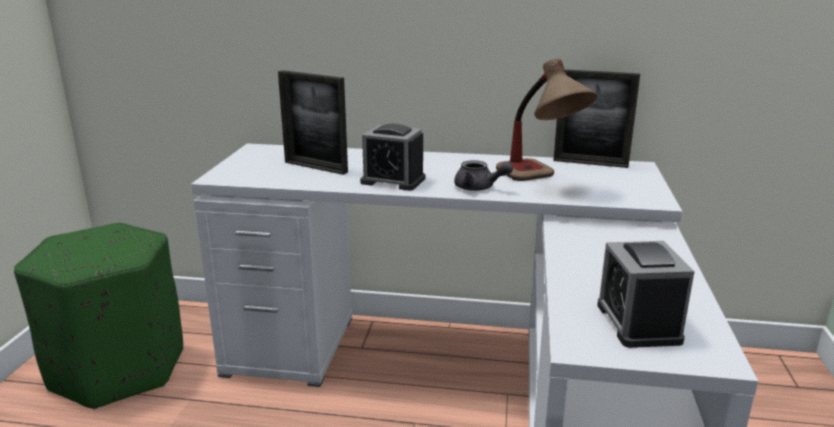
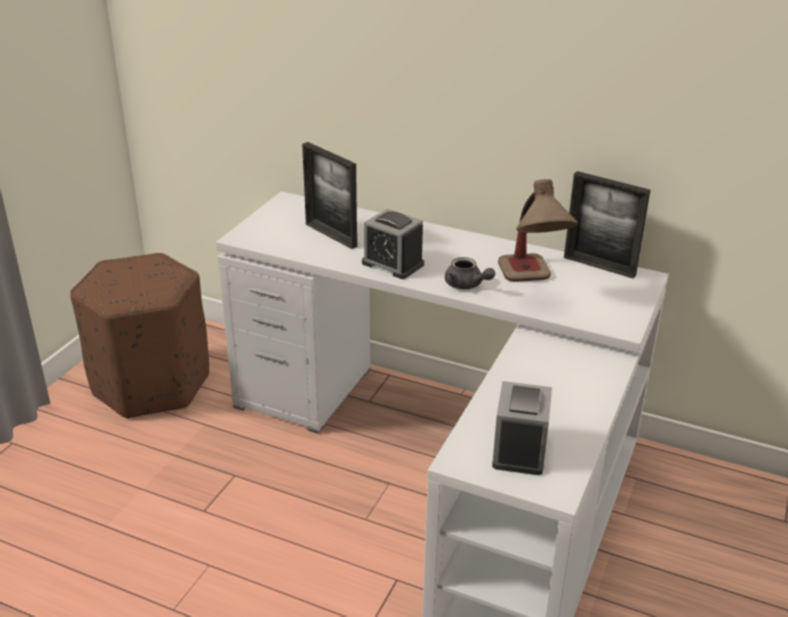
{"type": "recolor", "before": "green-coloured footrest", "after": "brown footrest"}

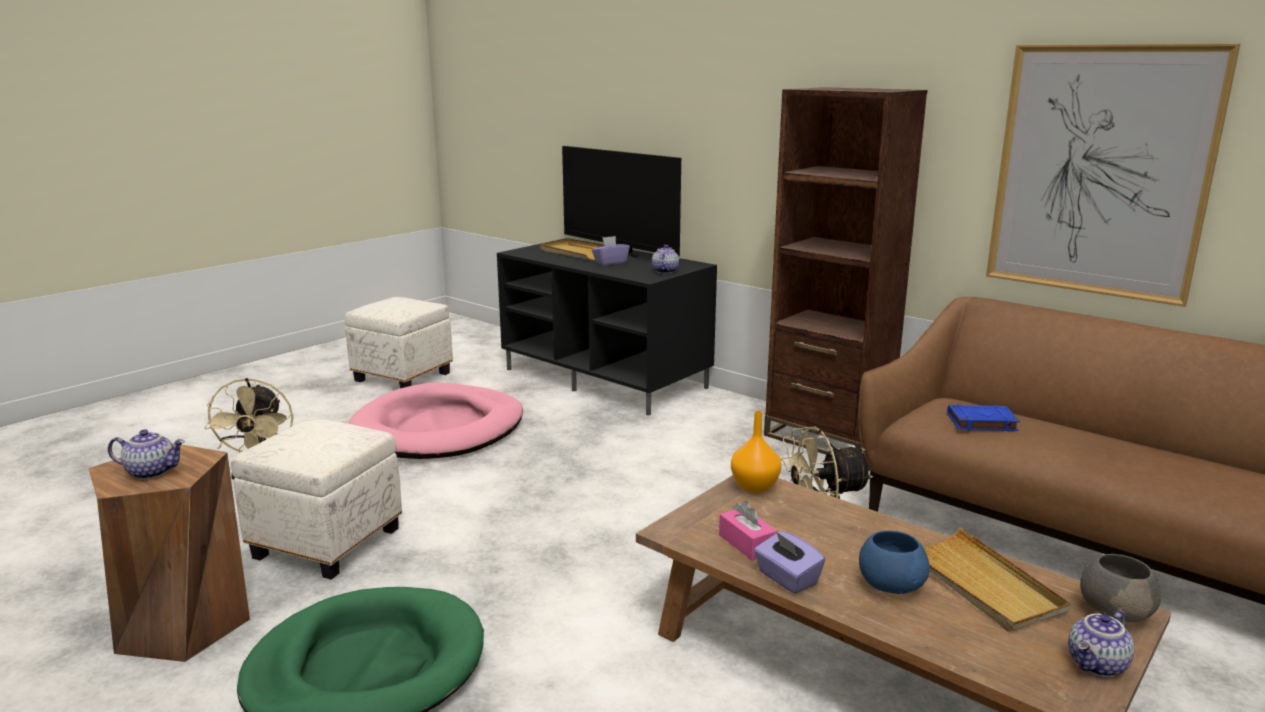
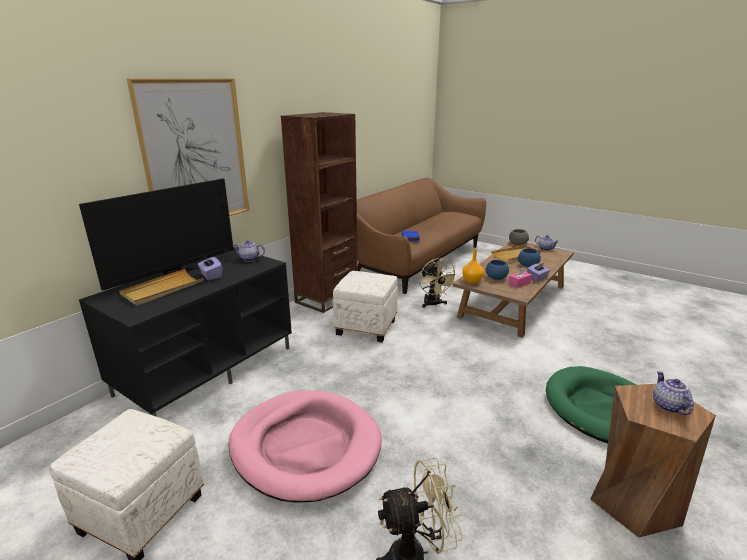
{"type": "insert", "after": "blue deep dish (1st from left)"}
{"type": "move", "before": "white-coloured footrest (1st from left in the first image)", "after": "white-coloured footrest (2nd from left)"}
{"type": "move", "before": "wall art"}

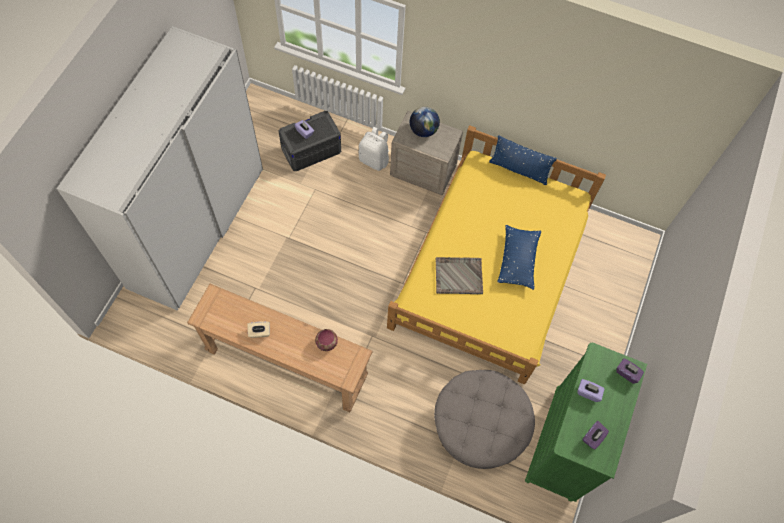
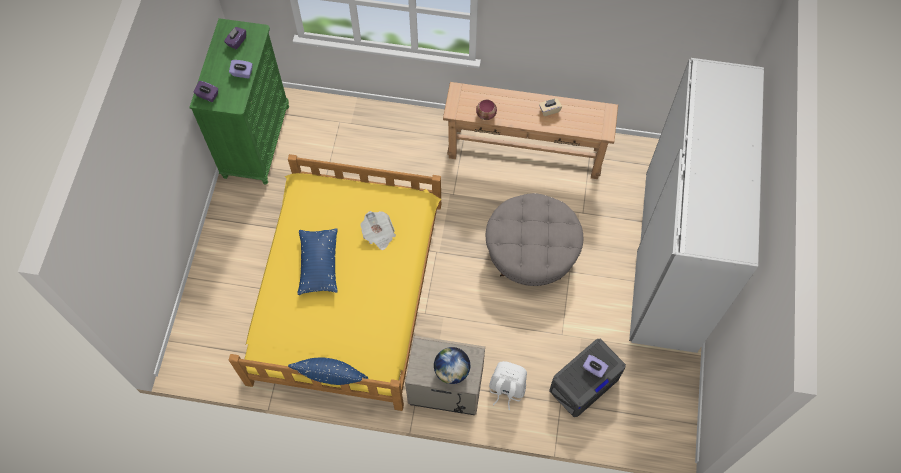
{"type": "move", "before": "grey footrest"}
{"type": "replace", "before": "grey carrying tray", "after": "daily paper"}

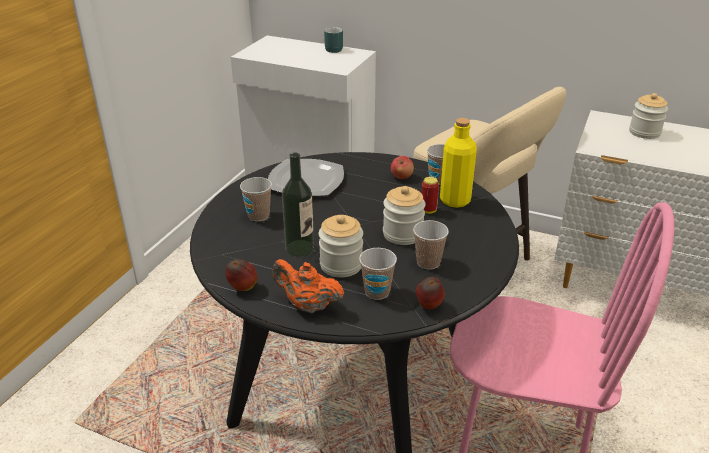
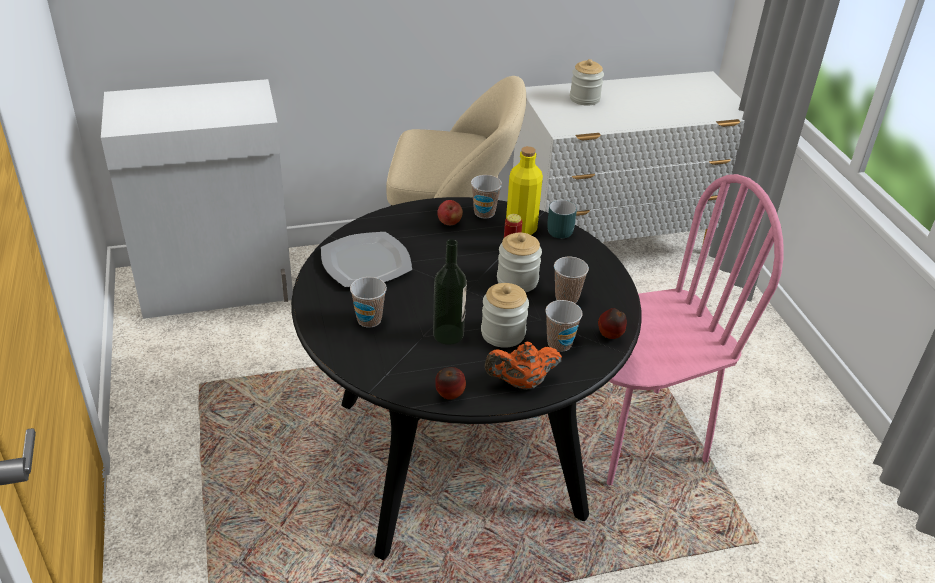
{"type": "move", "before": "turquoise coffee mug"}

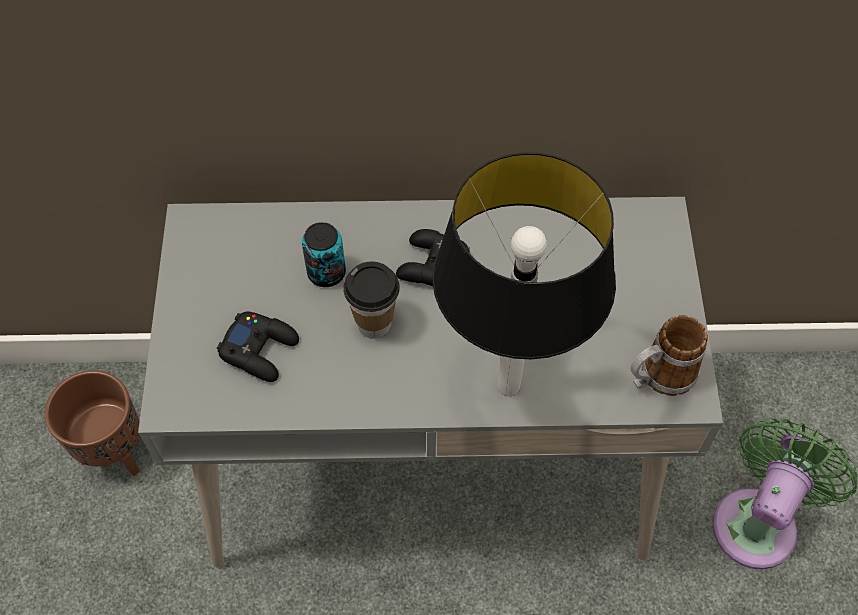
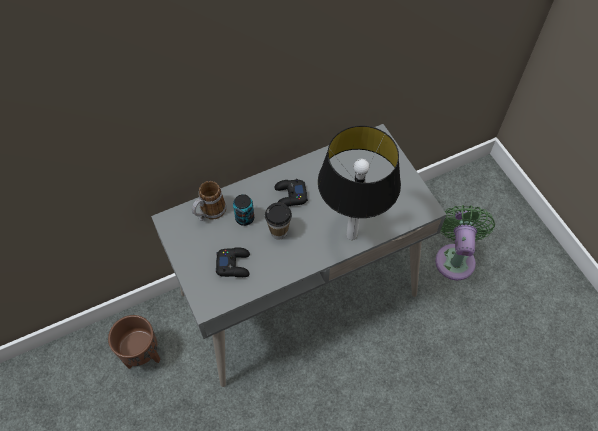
{"type": "move", "before": "coffee mug"}

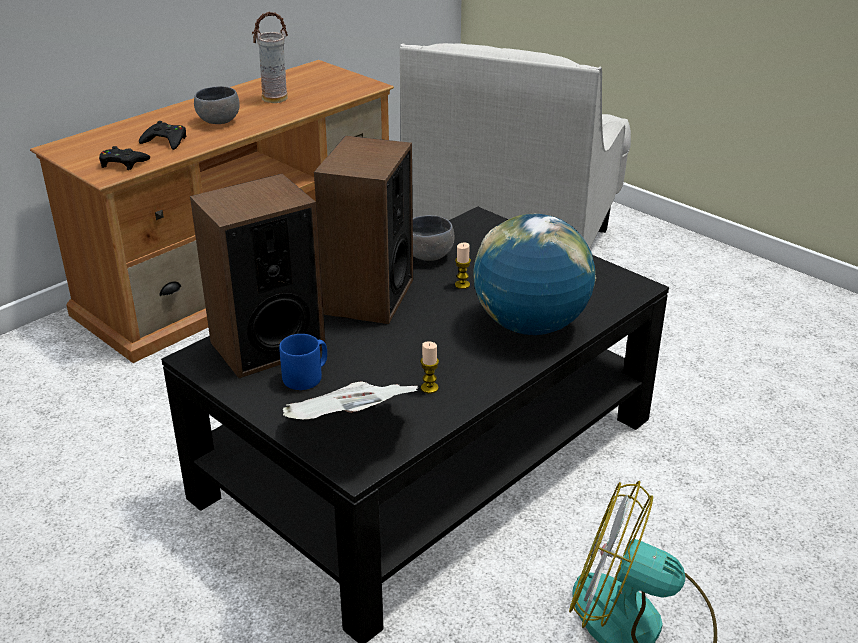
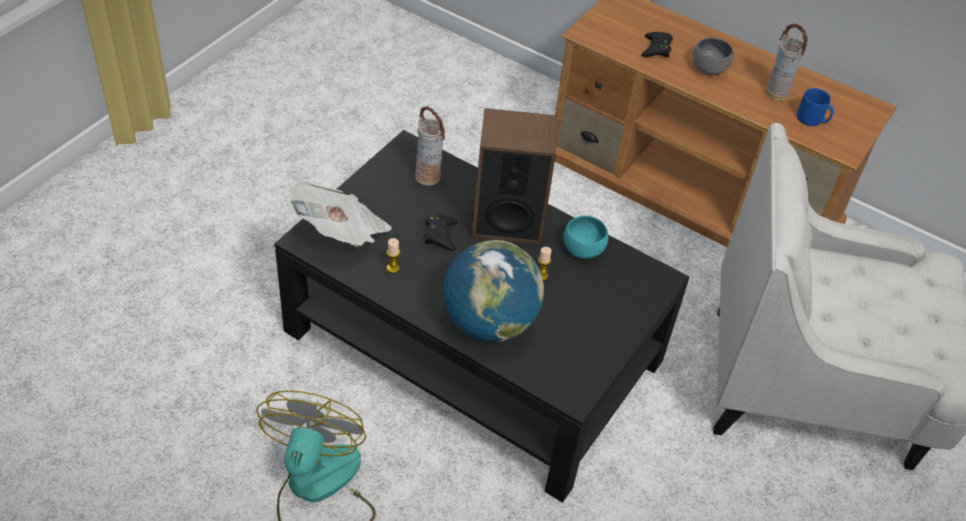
{"type": "move", "before": "black game controller (1st from left)"}
{"type": "move", "before": "blue coffee mug"}
{"type": "replace", "before": "audio speaker (1st from left)", "after": "flower vase (1st from left)"}
{"type": "recolor", "before": "grey deep dish (2nd from left)", "after": "turquoise deep dish"}

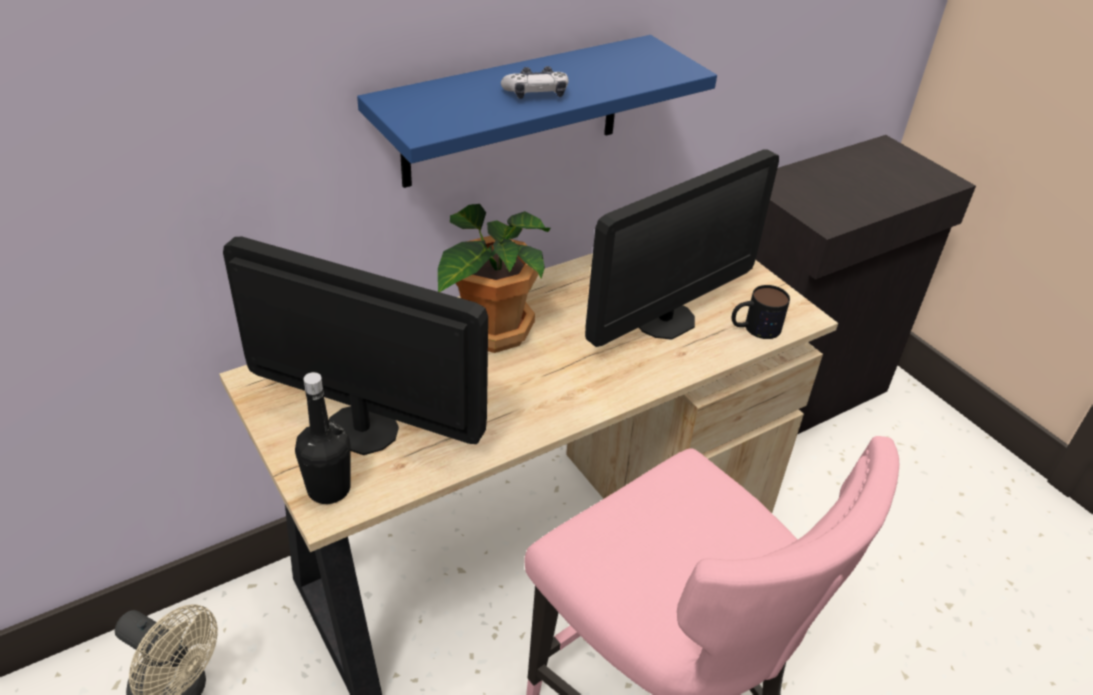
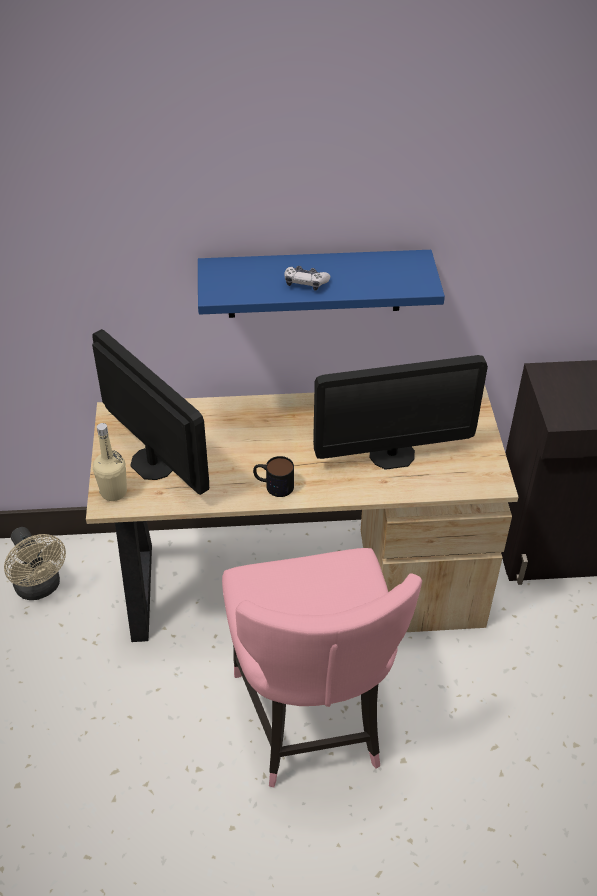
{"type": "delete", "before": "houseplant"}
{"type": "move", "before": "coffee mug"}
{"type": "recolor", "before": "black bottle", "after": "beige bottle"}

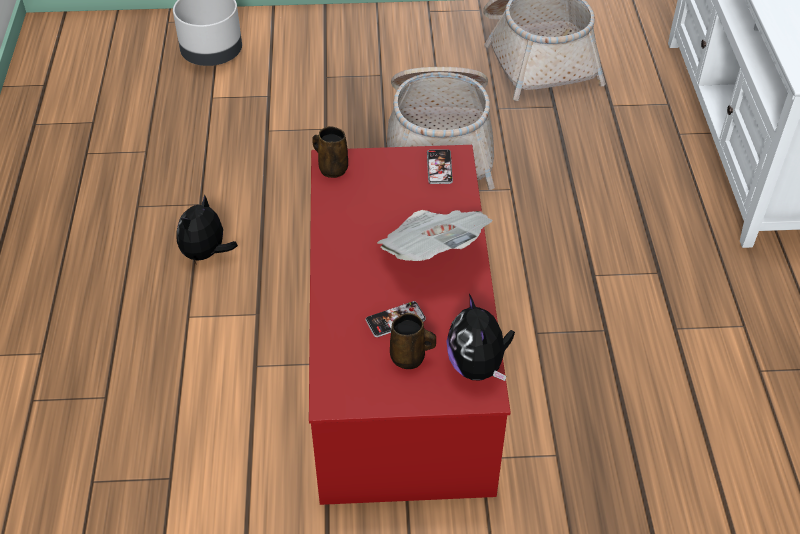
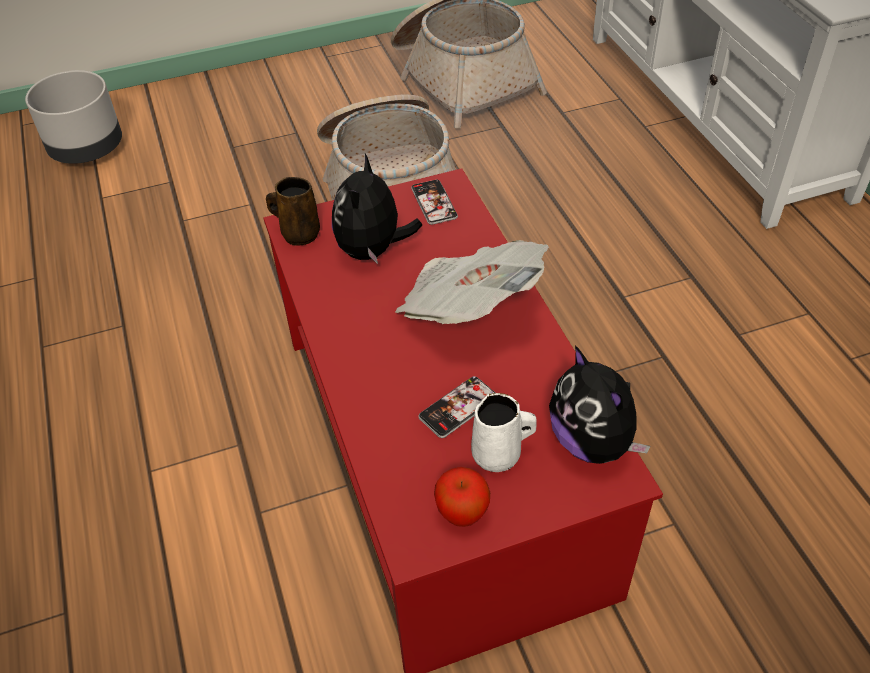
{"type": "insert", "after": "apple"}
{"type": "move", "before": "plush toy (1st from left)"}
{"type": "recolor", "before": "brown coffee mug (2nd from left)", "after": "white-coloured coffee mug"}

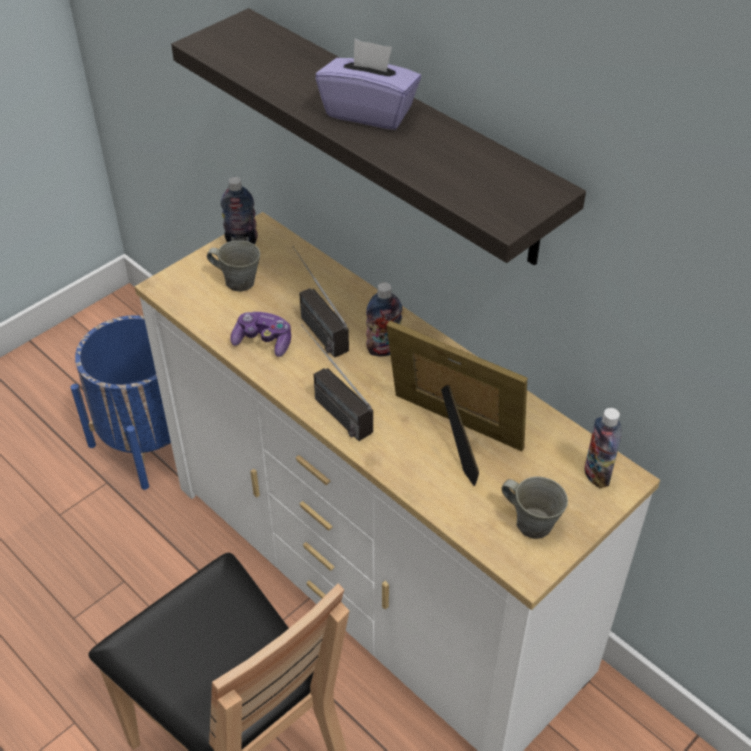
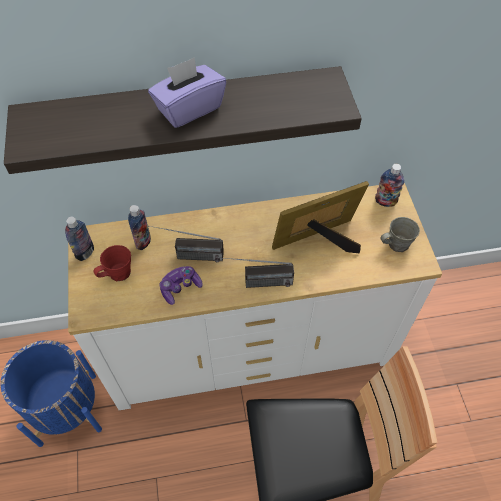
{"type": "move", "before": "bottle (2nd from left)"}
{"type": "recolor", "before": "grey coffee mug (1st from left)", "after": "red-coloured coffee mug"}

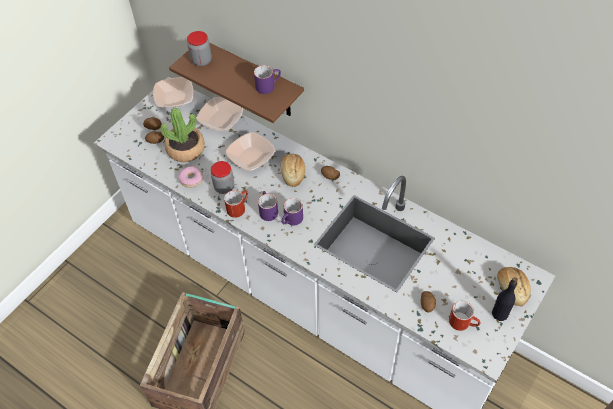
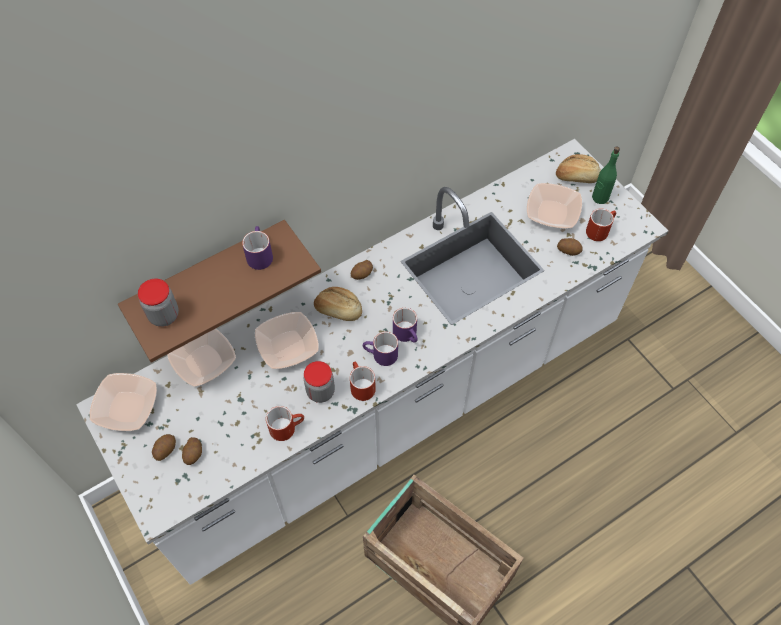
{"type": "delete", "before": "houseplant"}
{"type": "insert", "after": "deep dish (4th from left)"}
{"type": "replace", "before": "ring doughnut", "after": "red-coloured coffee mug (1st from left)"}
{"type": "recolor", "before": "black bottle", "after": "green-coloured bottle"}

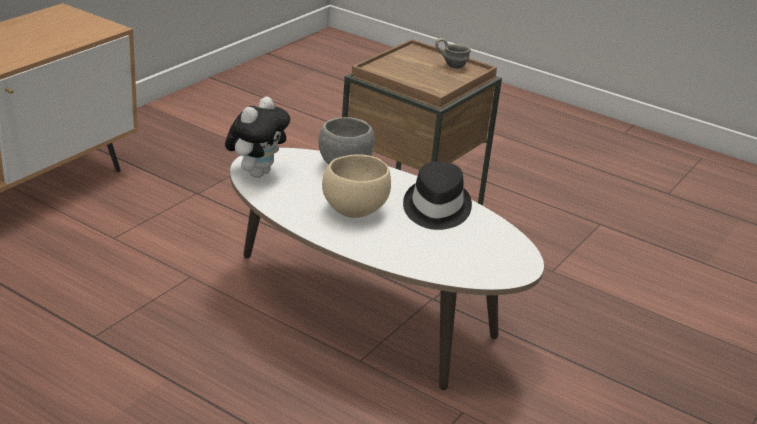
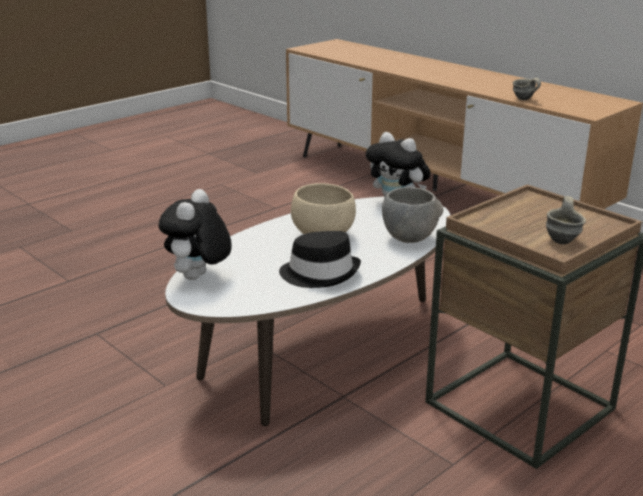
{"type": "insert", "after": "plush toy (1st from left)"}
{"type": "insert", "after": "grey coffee mug (1st from left)"}

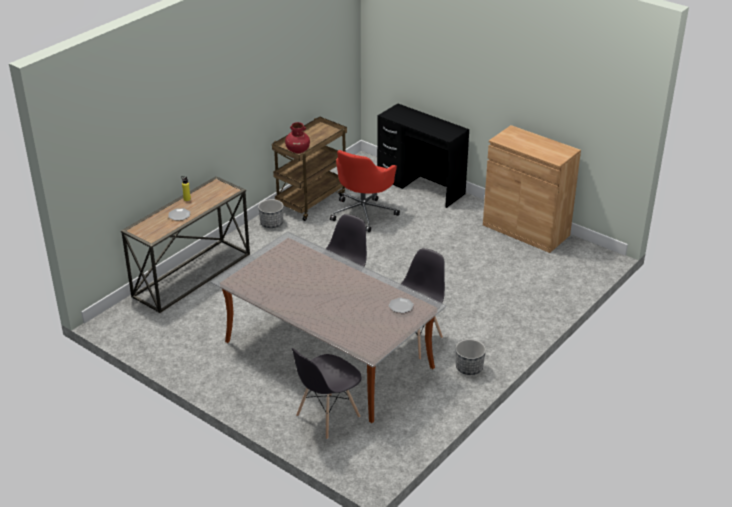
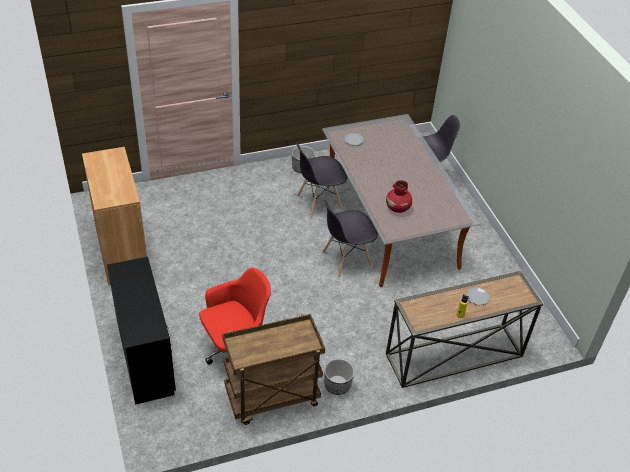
{"type": "move", "before": "red-coloured flower vase"}

